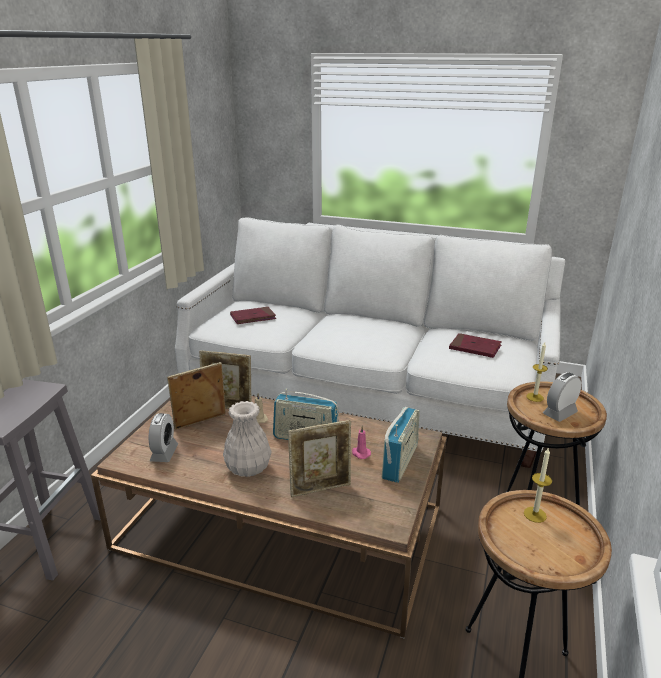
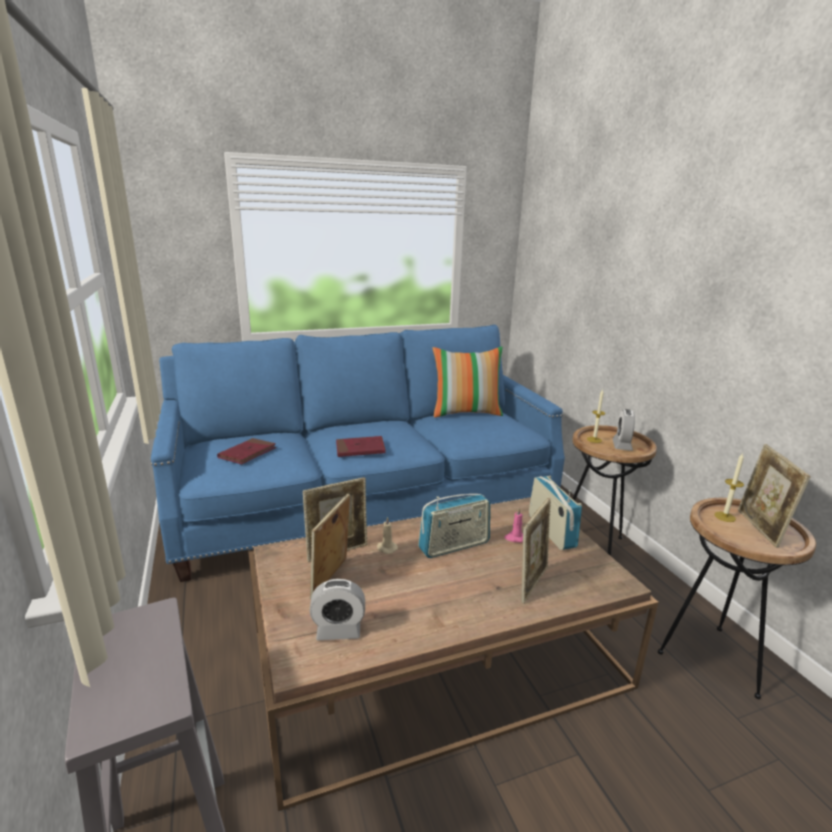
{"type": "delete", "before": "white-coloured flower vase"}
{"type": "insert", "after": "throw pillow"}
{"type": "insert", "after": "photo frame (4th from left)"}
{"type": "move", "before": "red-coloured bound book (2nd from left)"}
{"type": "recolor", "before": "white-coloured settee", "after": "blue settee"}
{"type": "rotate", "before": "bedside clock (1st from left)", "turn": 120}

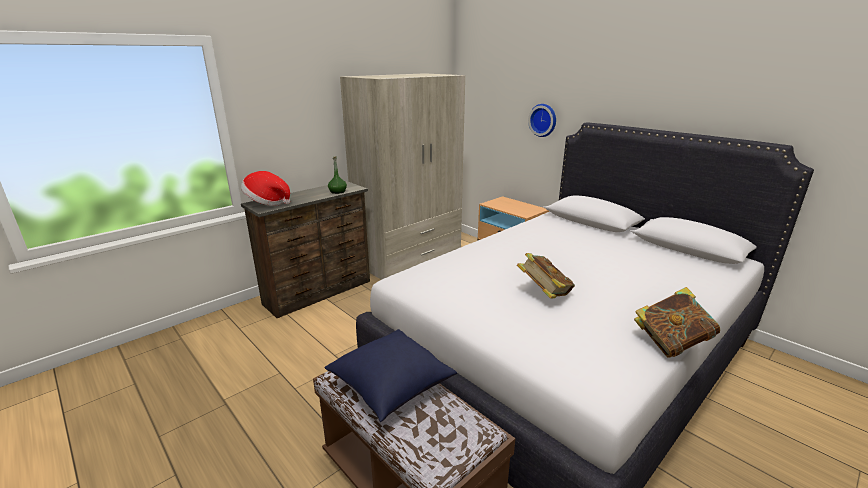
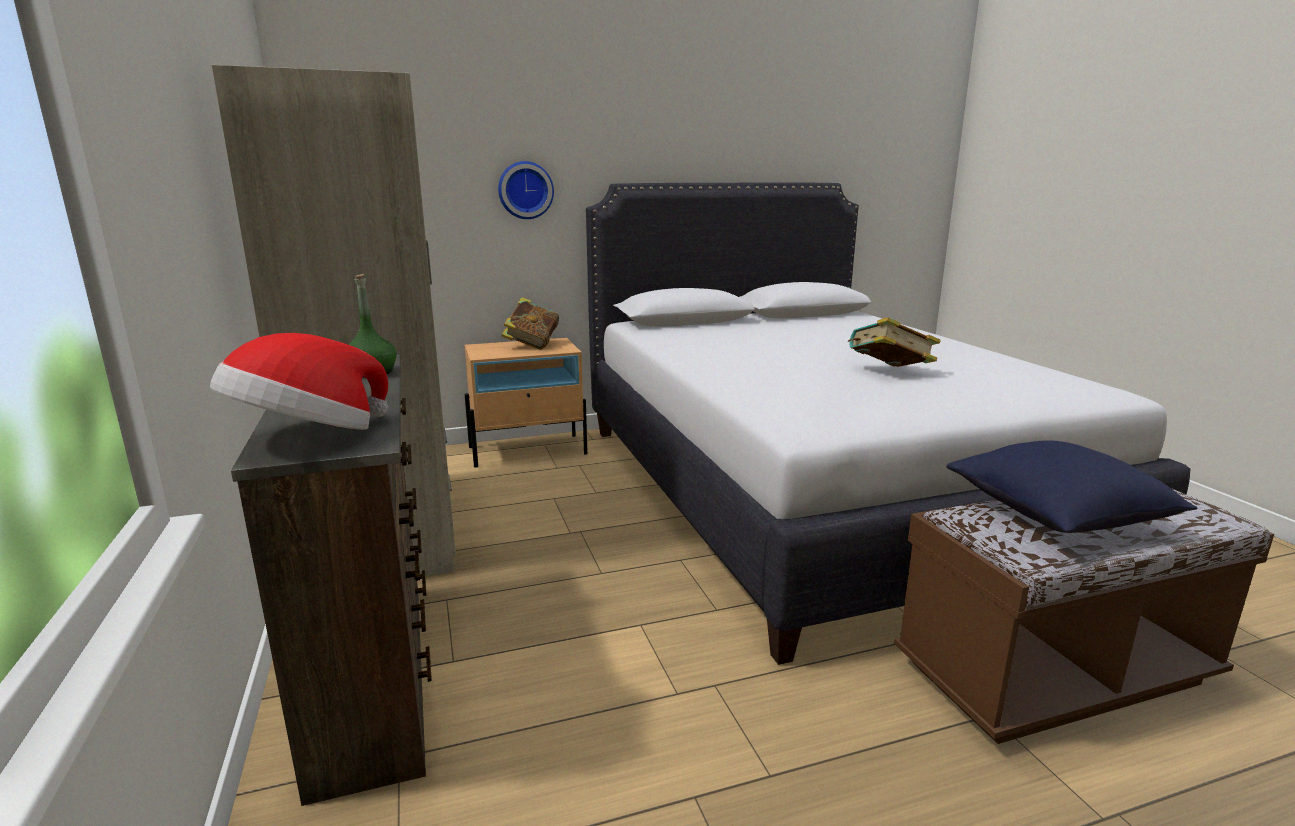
{"type": "move", "before": "bound book (2nd from left in the first image)", "after": "bound book (1st from left)"}

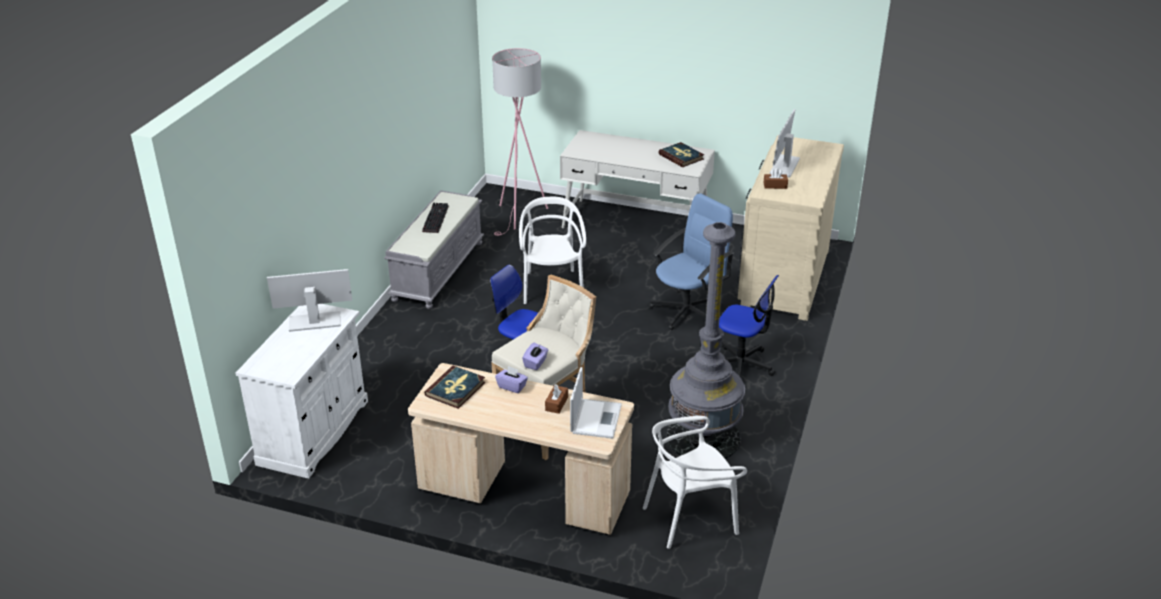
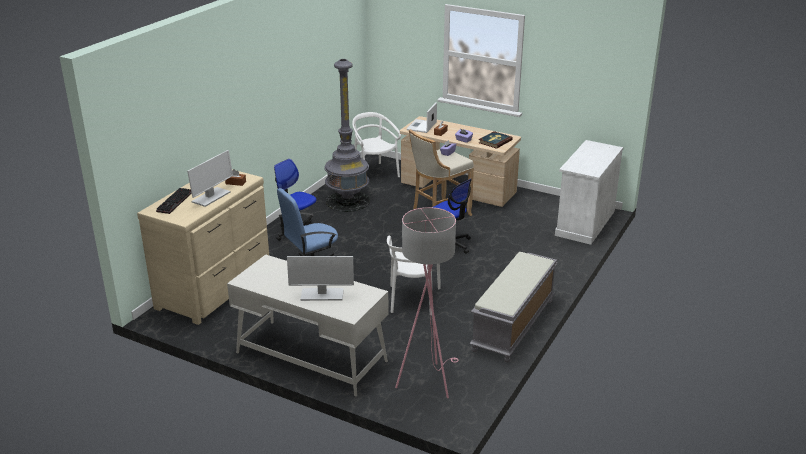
{"type": "delete", "before": "bound book (2nd from left)"}
{"type": "move", "before": "computer screen (1st from left in the first image)", "after": "computer screen (2nd from left)"}
{"type": "move", "before": "computer keyboard"}
{"type": "rotate", "before": "white-coloured chair (2nd from left in the first image)", "turn": -105}

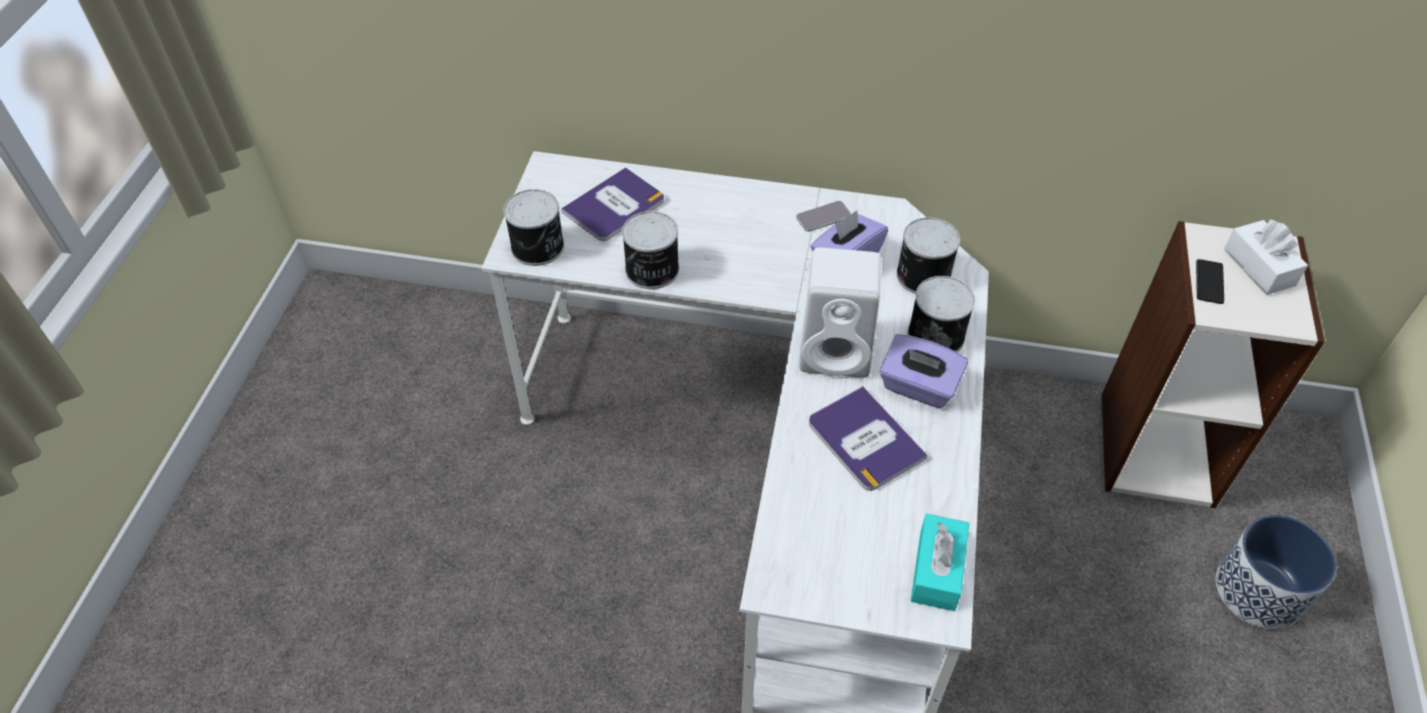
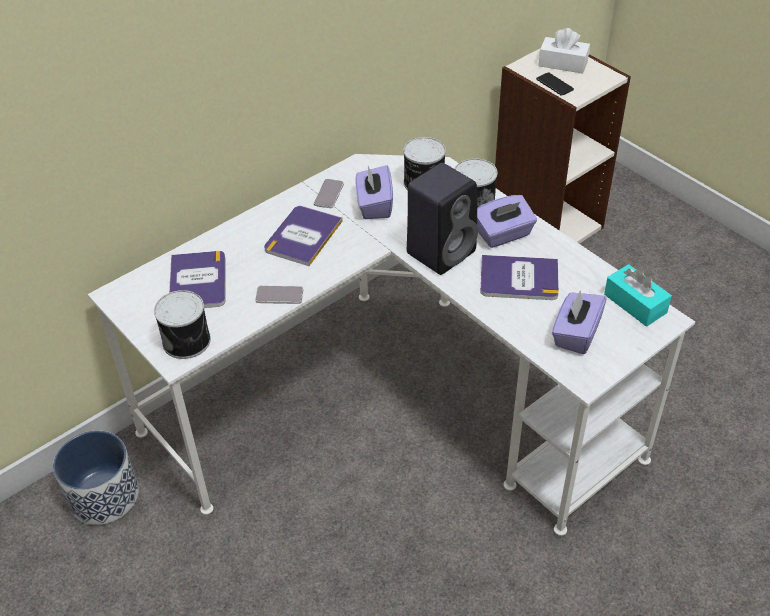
{"type": "insert", "after": "bound book (2nd from left)"}
{"type": "insert", "after": "purplish tissue box (3rd from left)"}
{"type": "move", "before": "plant pot"}
{"type": "replace", "before": "can (2nd from left)", "after": "handset (1st from left)"}
{"type": "recolor", "before": "white-coloured audio speaker", "after": "black audio speaker"}

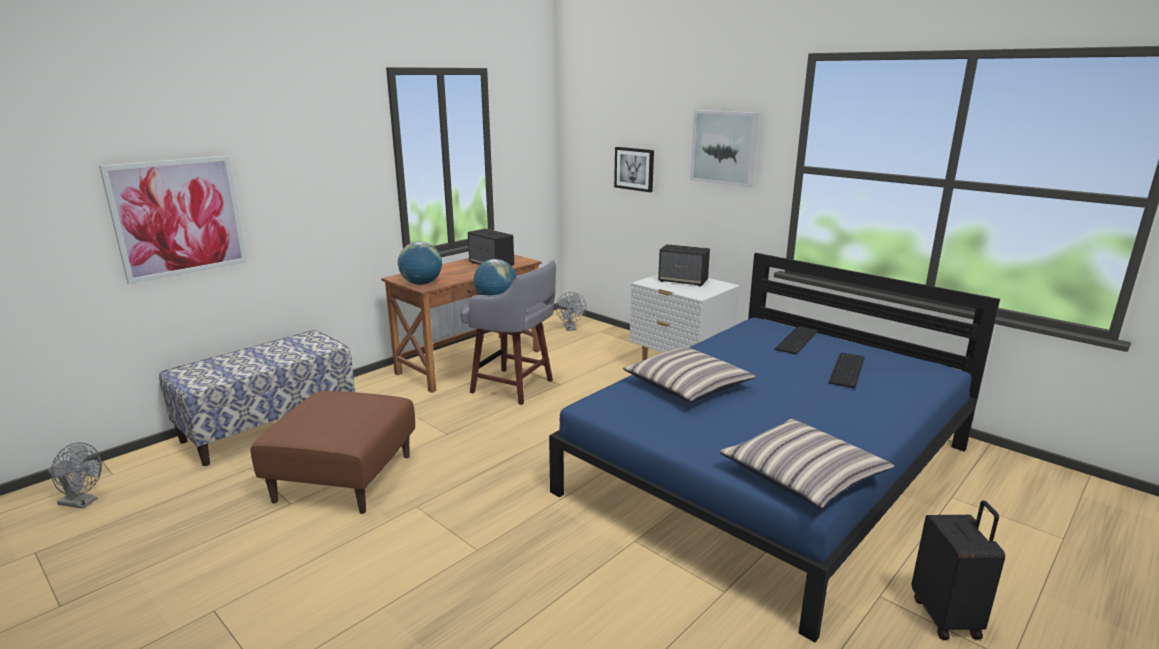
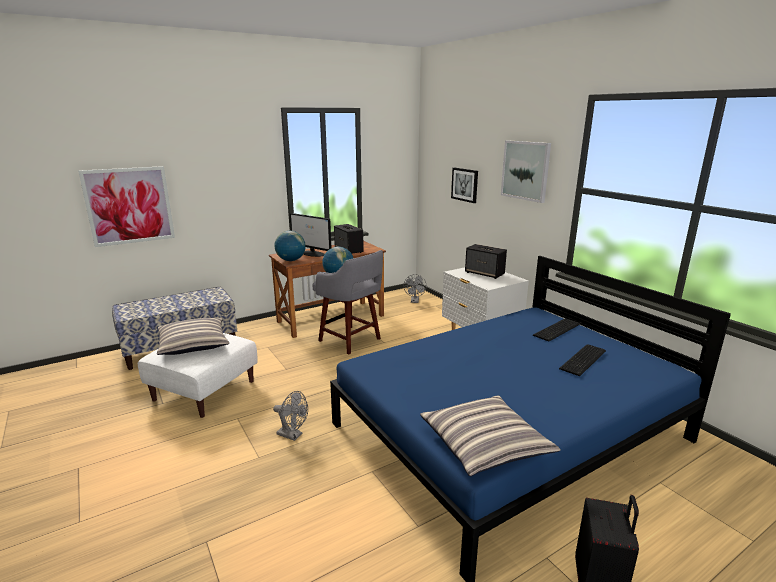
{"type": "insert", "after": "computer screen"}
{"type": "move", "before": "grey cooling fan (1st from left)"}
{"type": "move", "before": "throw pillow (1st from left)"}
{"type": "recolor", "before": "brown footrest", "after": "white-coloured footrest"}

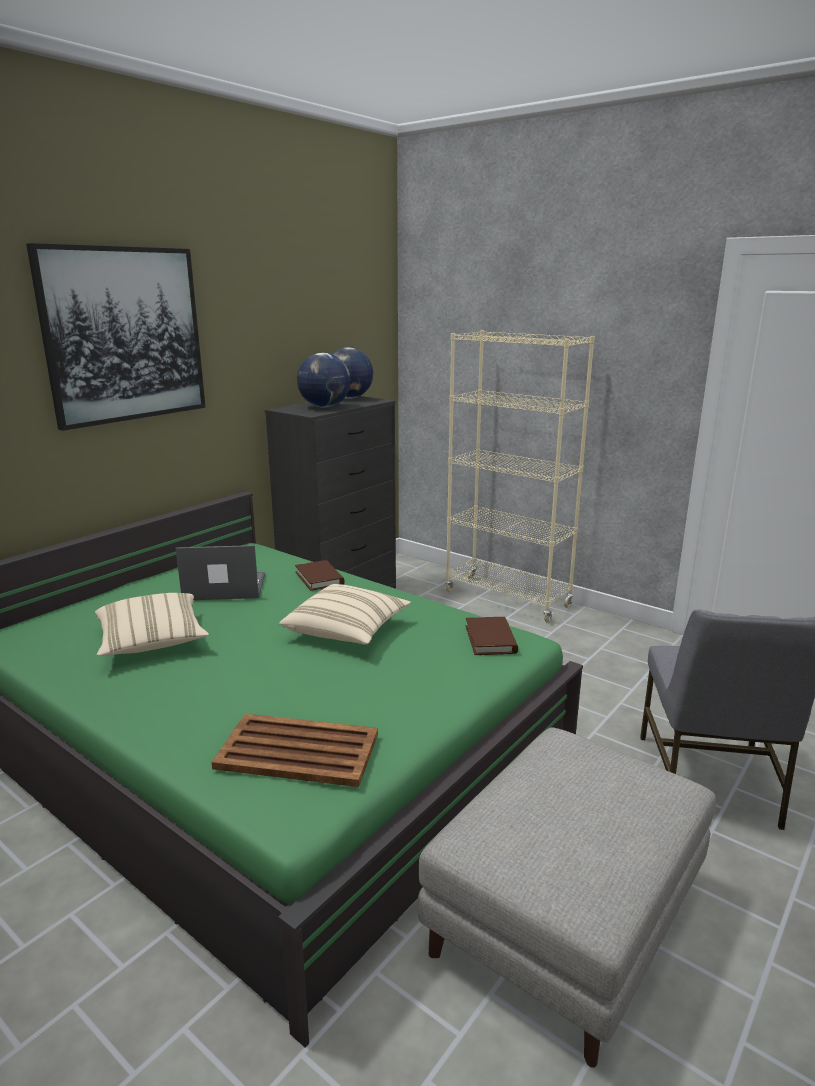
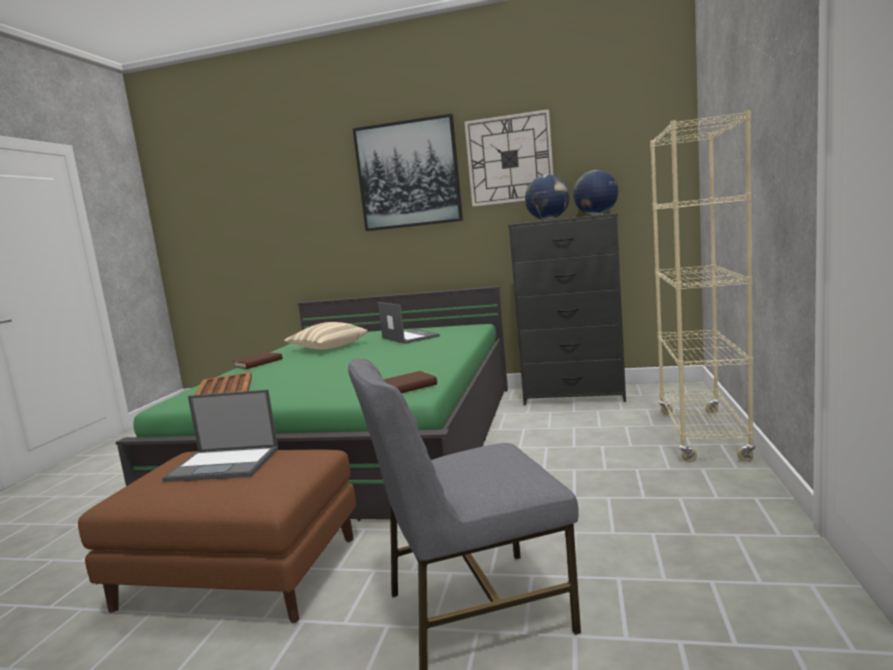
{"type": "delete", "before": "beige throw pillow (2nd from left)"}
{"type": "insert", "after": "portable computer (1st from left)"}
{"type": "insert", "after": "clock on the wall"}
{"type": "move", "before": "brown bound book (1st from left)"}
{"type": "recolor", "before": "grey footrest", "after": "brown footrest"}

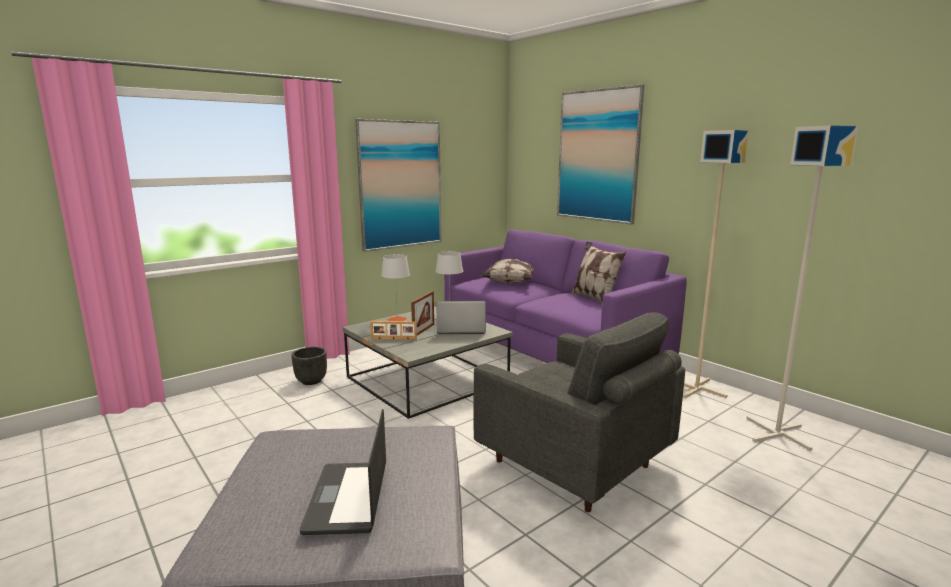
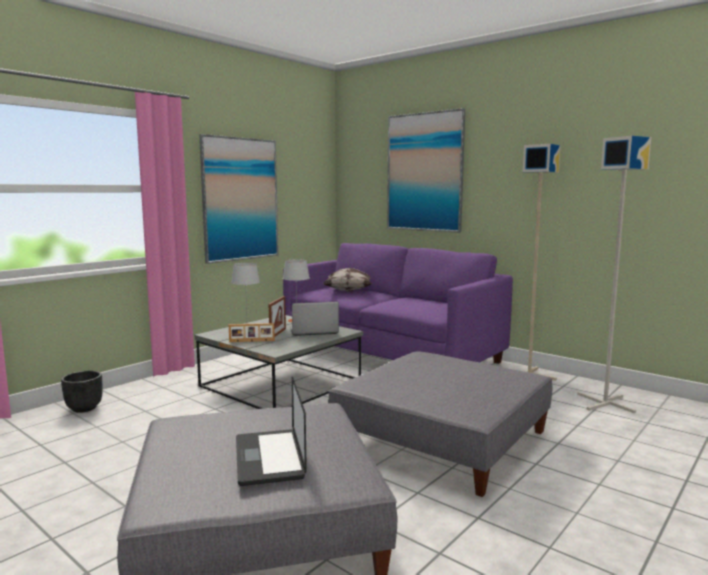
{"type": "delete", "before": "throw pillow (2nd from left)"}
{"type": "move", "before": "black plant pot"}
{"type": "replace", "before": "grey armchair", "after": "grey footrest (2nd from left)"}

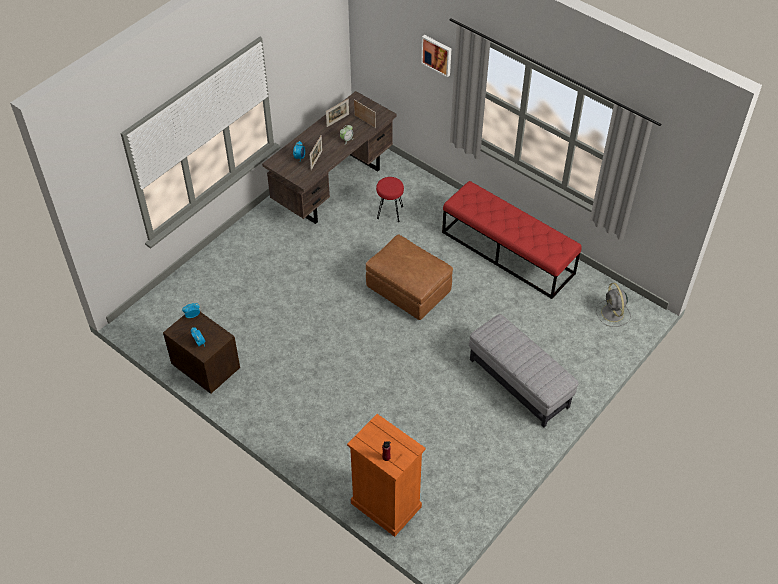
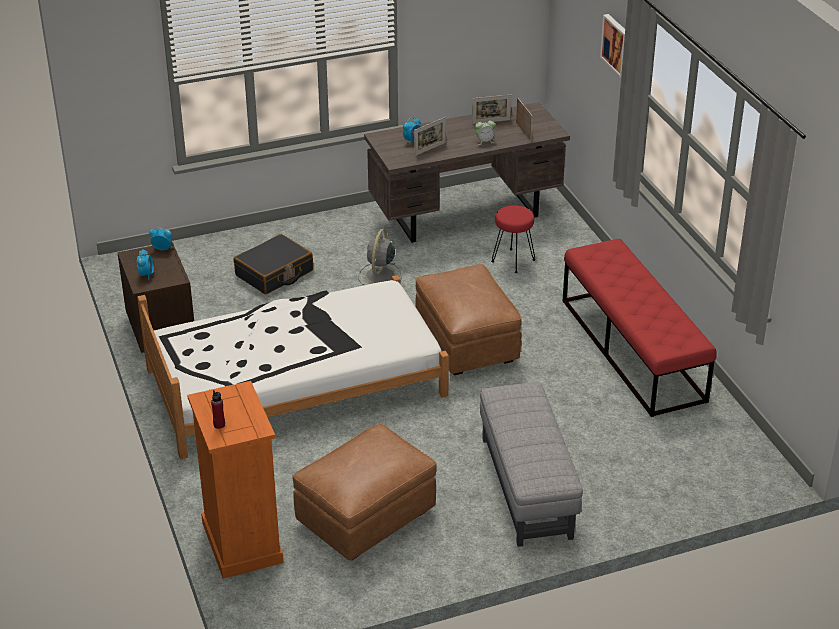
{"type": "insert", "after": "white-coloured sleeping bed"}
{"type": "insert", "after": "black piece of luggage"}
{"type": "insert", "after": "brown footrest (1st from left)"}
{"type": "move", "before": "grey cooling fan"}

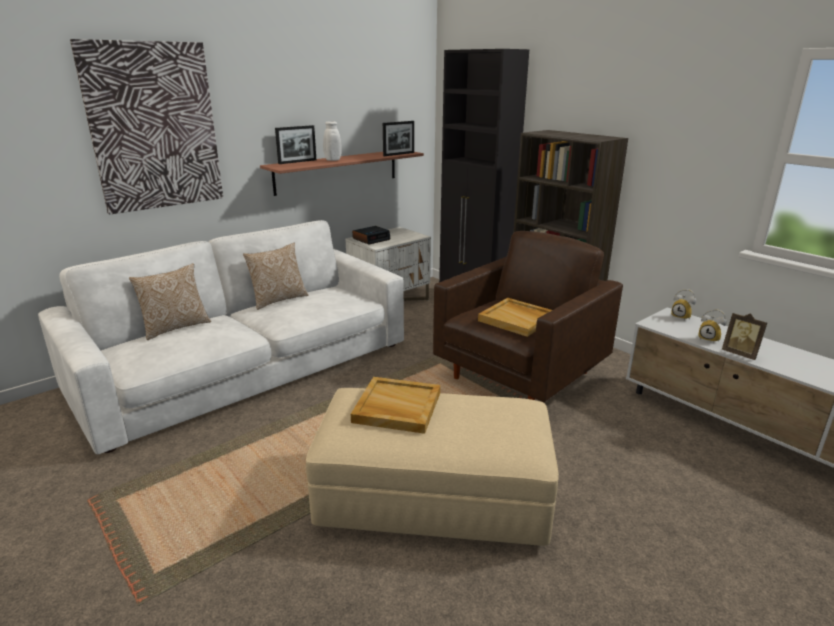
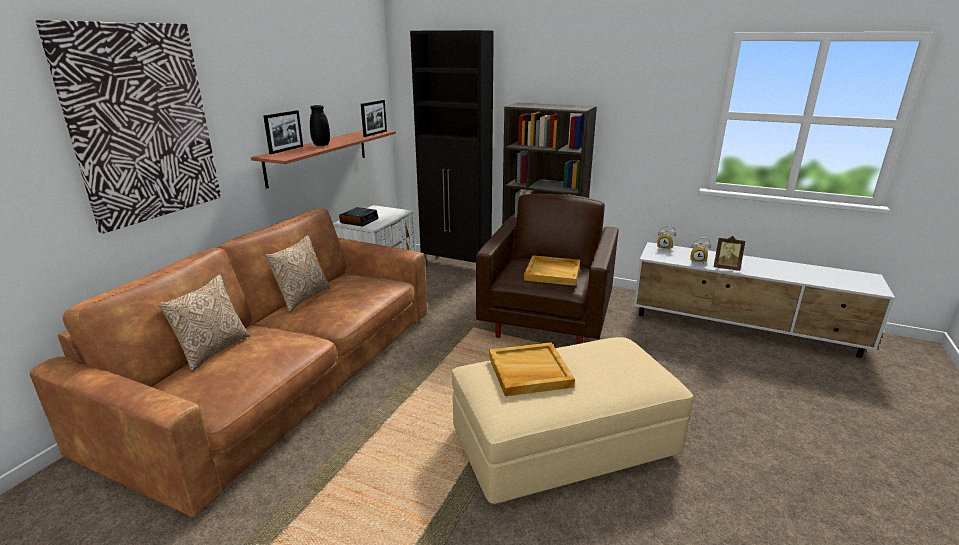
{"type": "recolor", "before": "white-coloured settee", "after": "brown settee"}
{"type": "recolor", "before": "white-coloured flower vase", "after": "black flower vase"}

